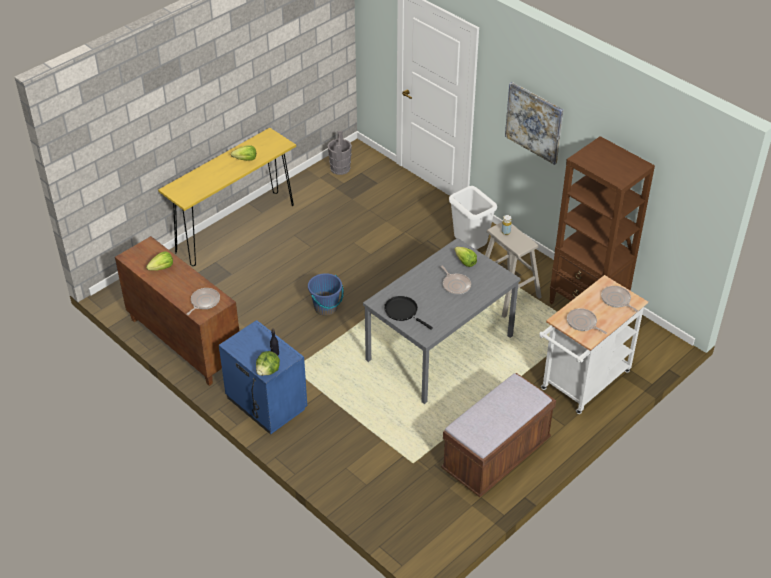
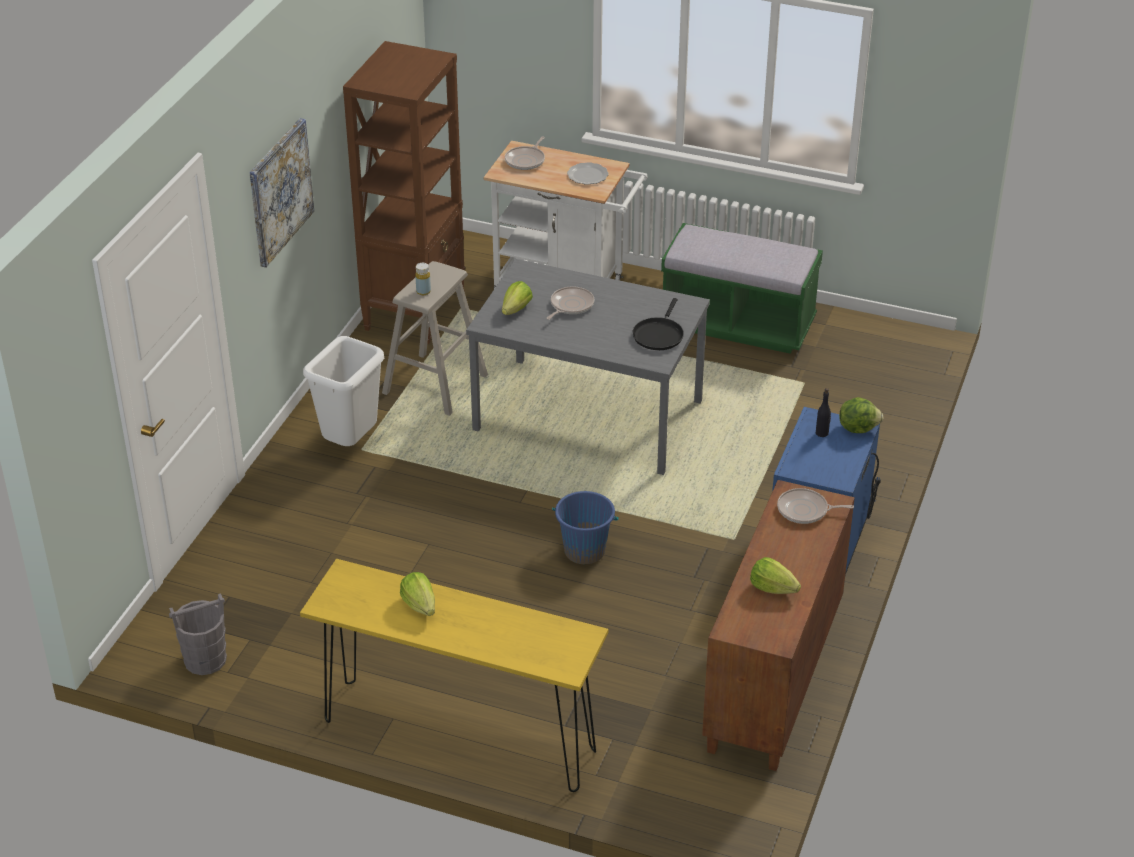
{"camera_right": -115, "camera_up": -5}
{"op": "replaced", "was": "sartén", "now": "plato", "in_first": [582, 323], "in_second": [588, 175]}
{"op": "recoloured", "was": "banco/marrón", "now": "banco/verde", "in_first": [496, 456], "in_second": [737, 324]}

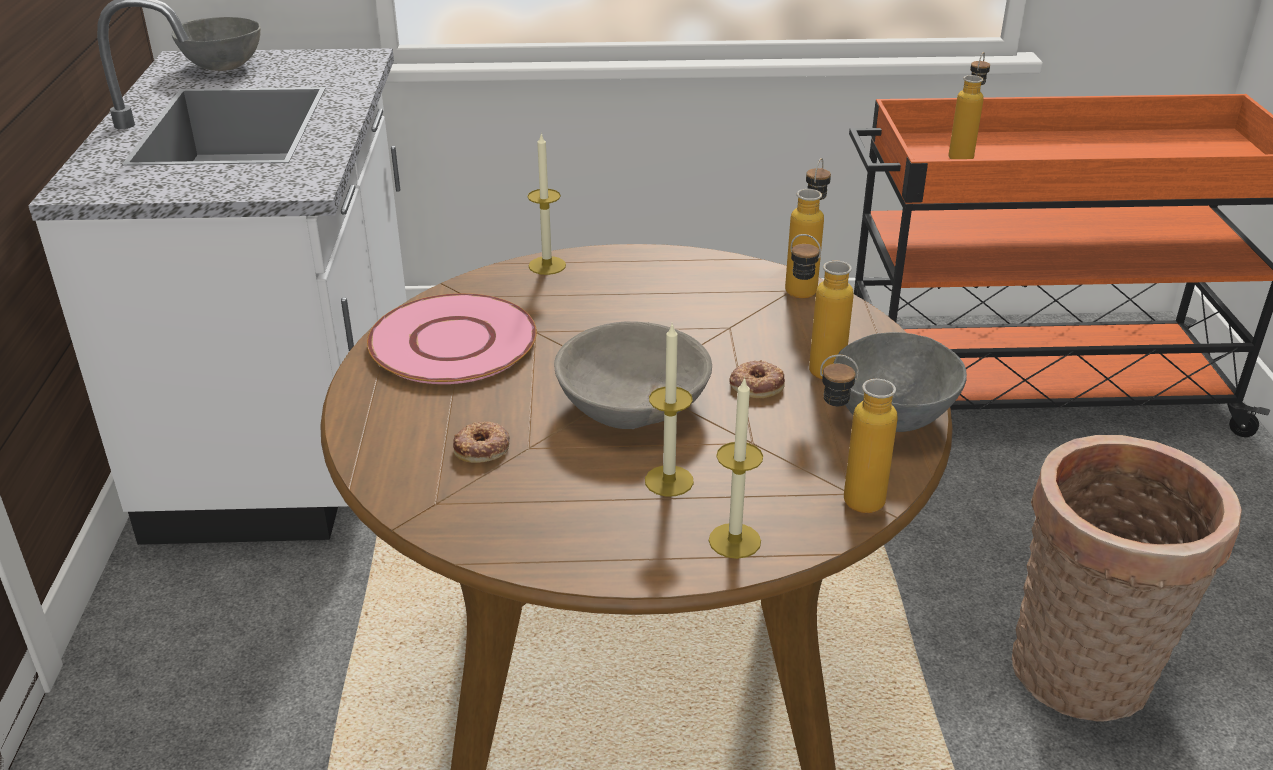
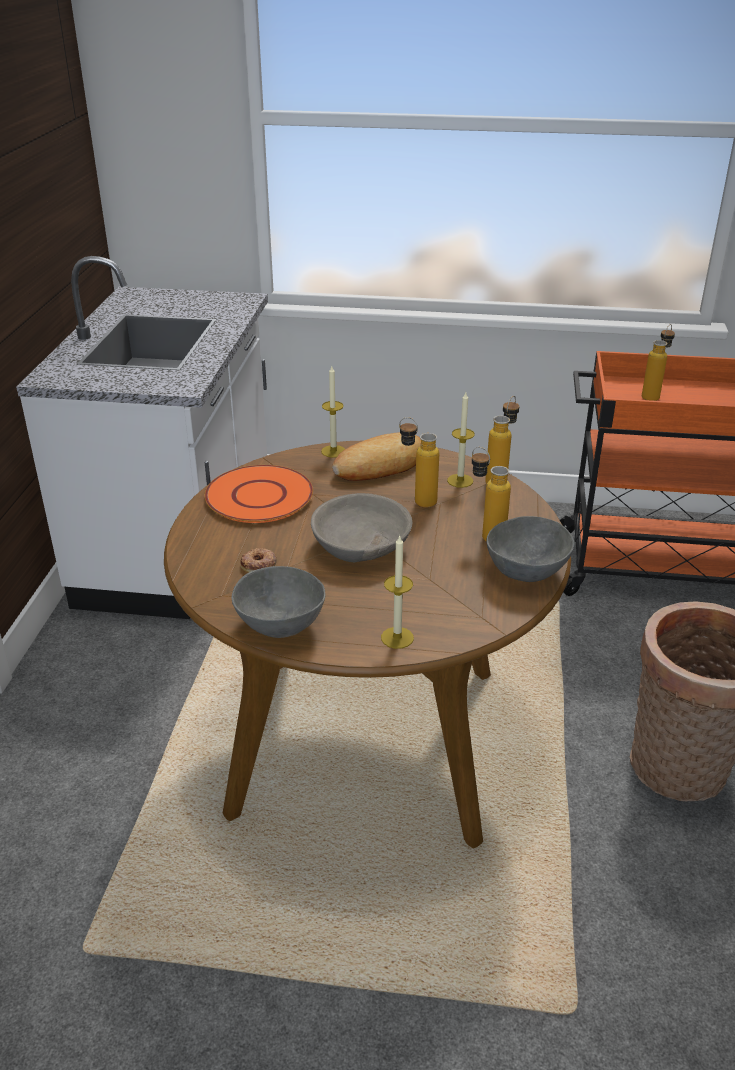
{"camera_right": 10, "camera_up": 0}
{"op": "recoloured", "was": "plato/rosa", "now": "plato/naranja", "in_first": [454, 342], "in_second": [260, 496]}
{"op": "moved", "was": "cuenco/gris", "in_first": [223, 67], "in_second": [280, 627]}
{"op": "added", "now": "pan", "in_second": [381, 465]}
{"op": "moved", "was": "botella", "in_first": [846, 499], "in_second": [416, 500]}
{"op": "moved", "was": "vela", "in_first": [669, 481], "in_second": [460, 480]}
{"op": "removed", "was": "rosquilla", "in_first": [756, 384]}

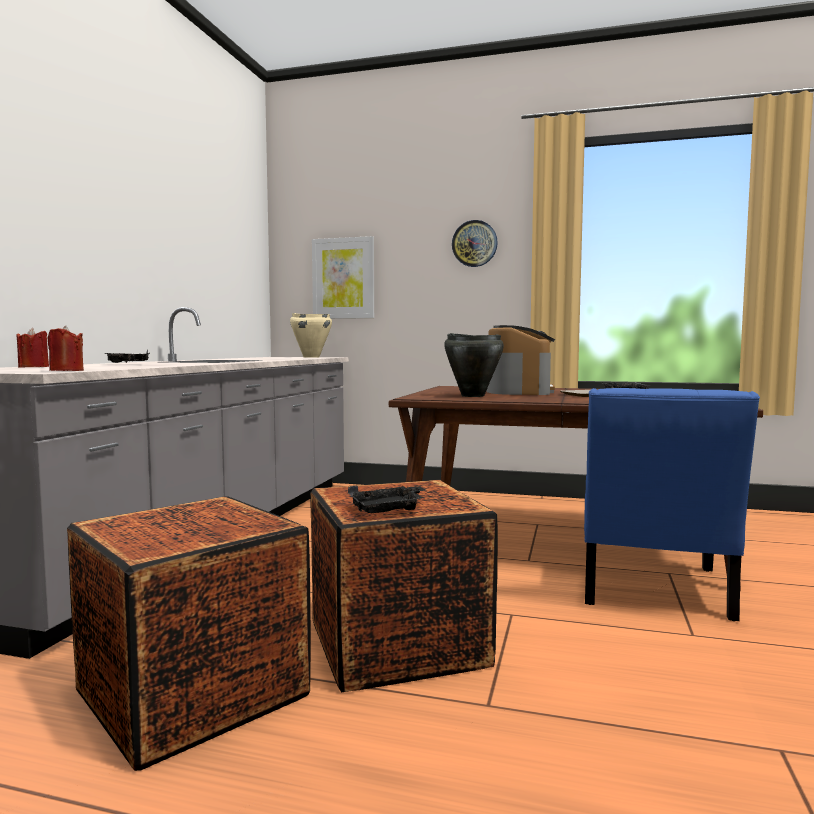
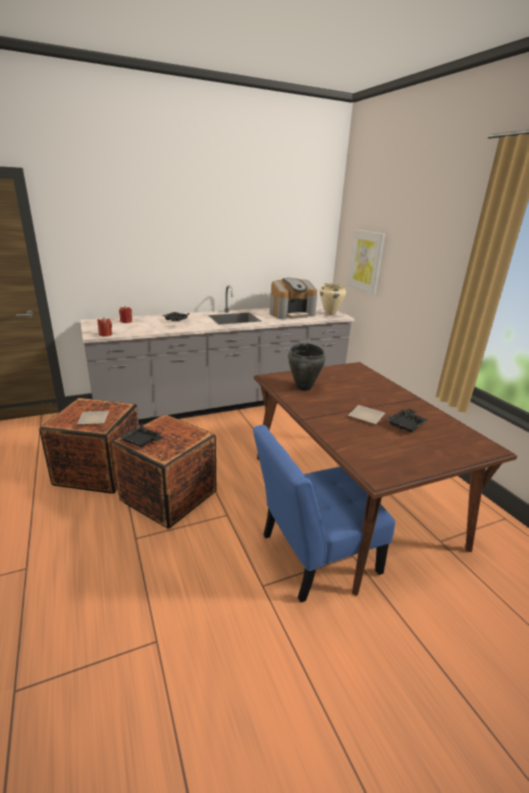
{"camera_right": 50, "camera_up": 20}
{"op": "added", "now": "plato", "in_second": [94, 419]}
{"op": "moved", "was": "cafetera", "in_first": [520, 391], "in_second": [291, 314]}
{"op": "removed", "was": "reloj de pared", "in_first": [474, 243]}

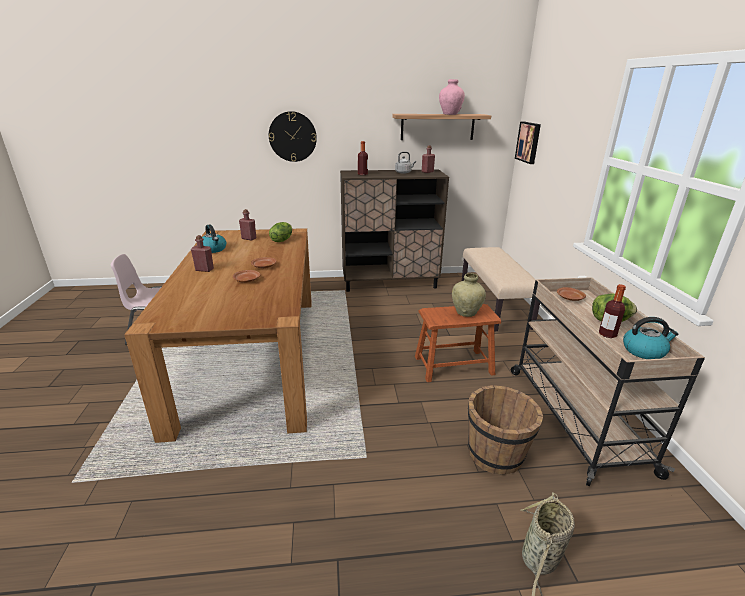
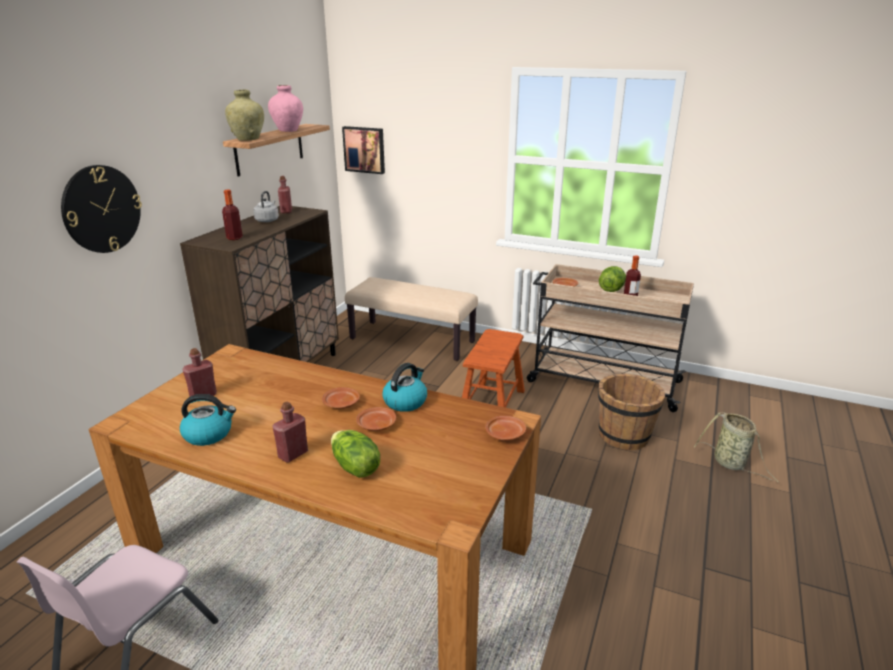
{"camera_right": -60, "camera_up": 0}
{"op": "moved", "was": "florero/beis", "in_first": [466, 313], "in_second": [248, 139]}
{"op": "moved", "was": "lechuga", "in_first": [281, 240], "in_second": [354, 467]}
{"op": "moved", "was": "hervidor", "in_first": [644, 351], "in_second": [405, 401]}
{"op": "added", "now": "plato/marrón", "in_second": [505, 434]}

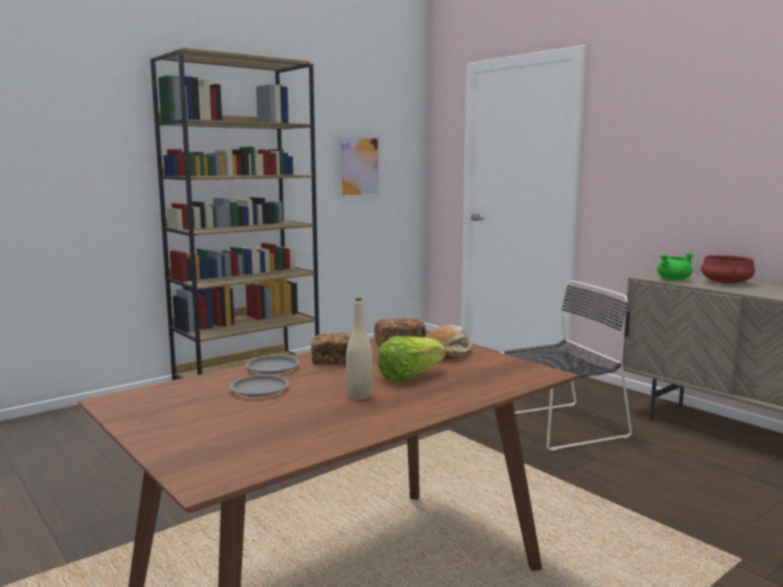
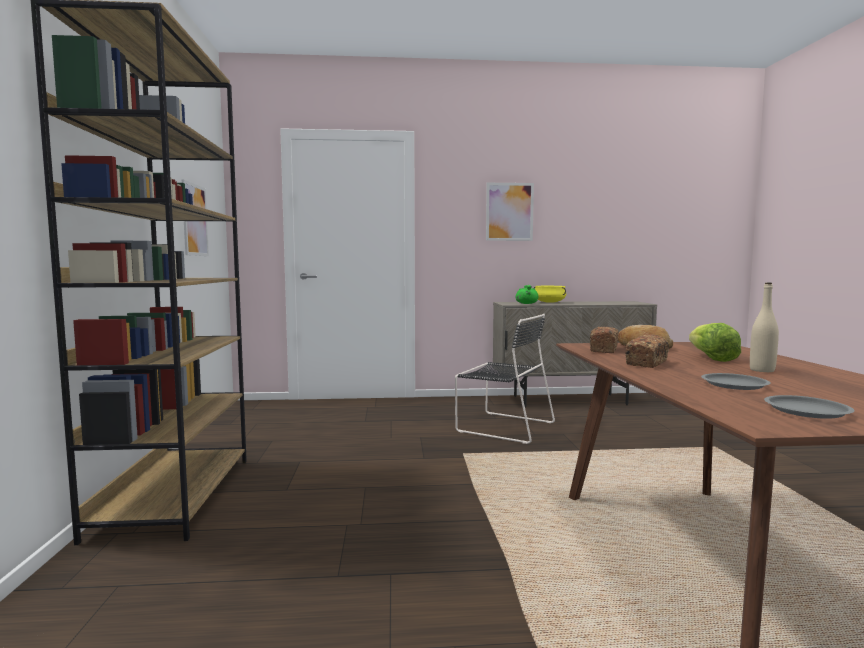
{"camera_right": -55, "camera_up": -5}
{"op": "turned", "was": "silla/negro", "in_first": [558, 426], "in_second": [502, 426], "clockwise": 105}
{"op": "added", "now": "cuadro", "in_second": [509, 212]}
{"op": "recoloured", "was": "olla/rojo", "now": "olla/amarillo", "in_first": [725, 282], "in_second": [549, 302]}
{"op": "moved", "was": "plato/gris", "in_first": [273, 368], "in_second": [806, 411]}

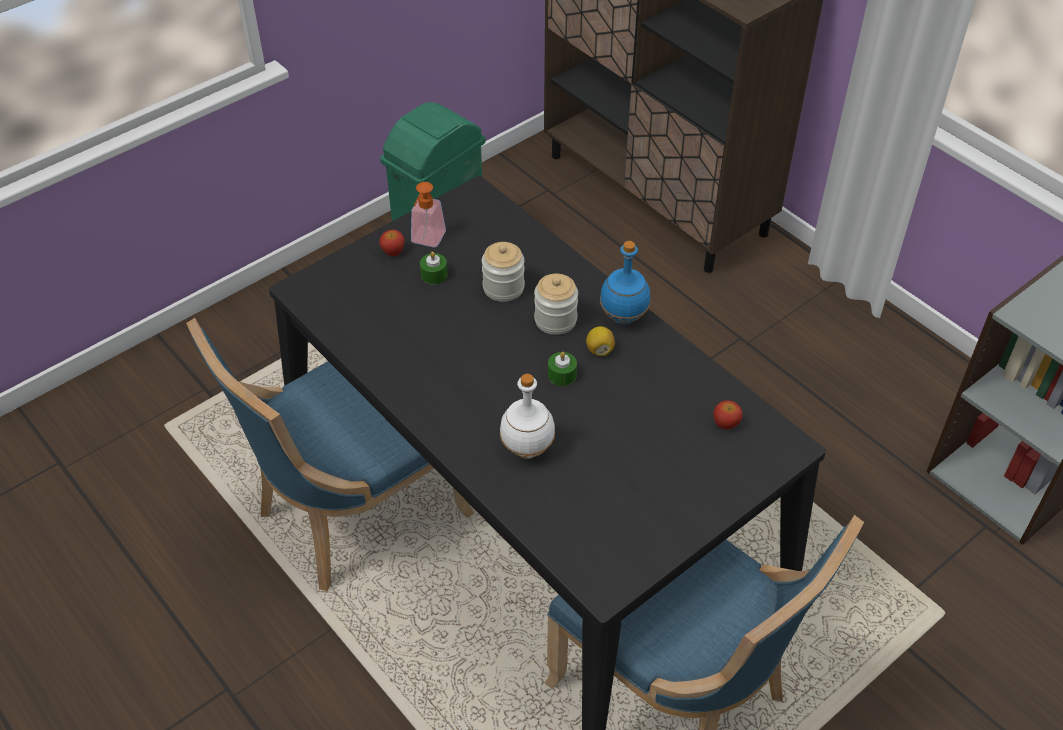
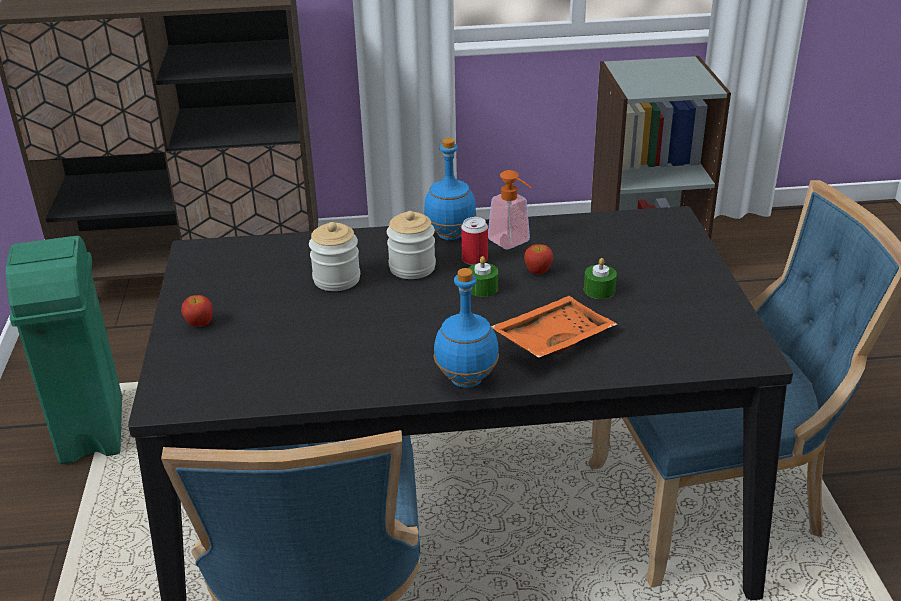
{"camera_right": -55, "camera_up": -15}
{"op": "added", "now": "botella/azul", "in_second": [466, 379]}
{"op": "replaced", "was": "limón", "now": "lata", "in_first": [599, 350], "in_second": [474, 259]}
{"op": "moved", "was": "dispensador de jabón", "in_first": [426, 241], "in_second": [513, 243]}
{"op": "replaced", "was": "botella/blanco", "now": "bandeja/naranja", "in_first": [527, 448], "in_second": [552, 338]}
{"op": "moved", "was": "manzana", "in_first": [726, 424], "in_second": [538, 271]}
{"op": "moved", "was": "vela/verde", "in_first": [434, 275], "in_second": [599, 290]}

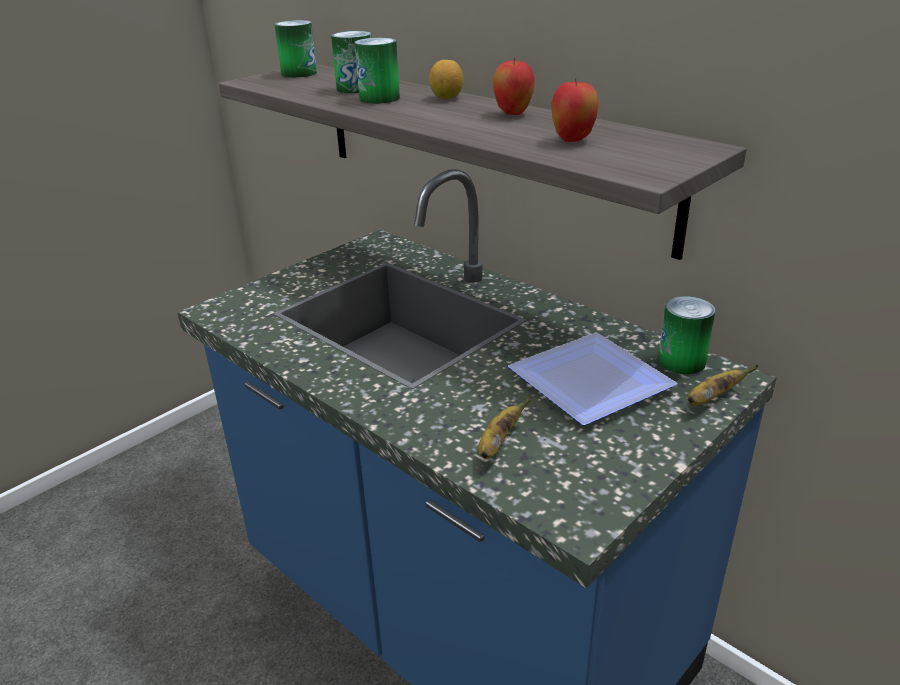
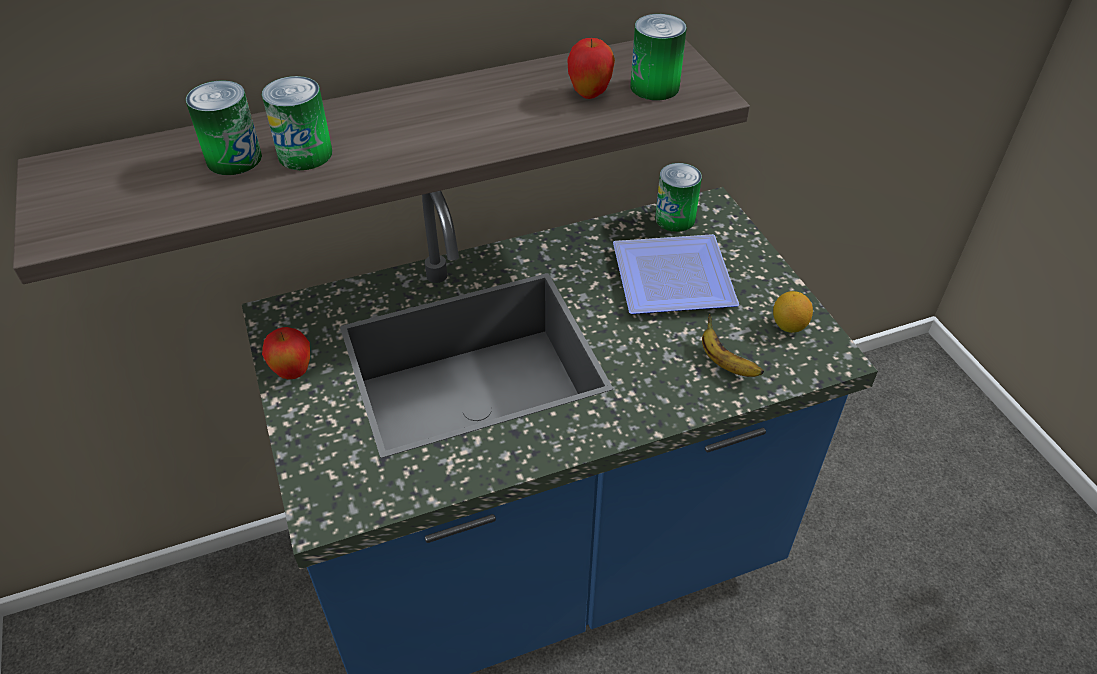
{"camera_right": -65, "camera_up": 15}
{"op": "moved", "was": "manzana", "in_first": [513, 114], "in_second": [293, 372]}
{"op": "moved", "was": "lata", "in_first": [299, 73], "in_second": [654, 87]}
{"op": "moved", "was": "limón", "in_first": [446, 97], "in_second": [788, 326]}
{"op": "removed", "was": "plátano", "in_first": [712, 398]}

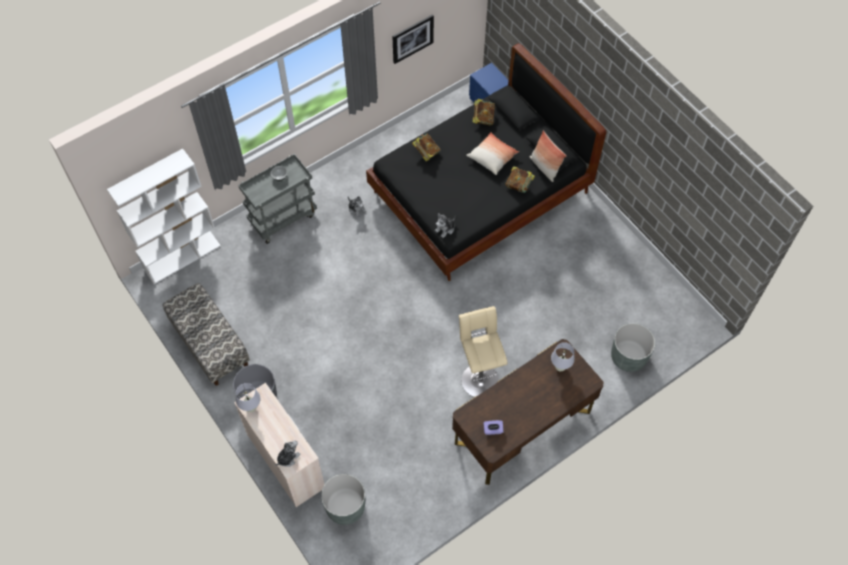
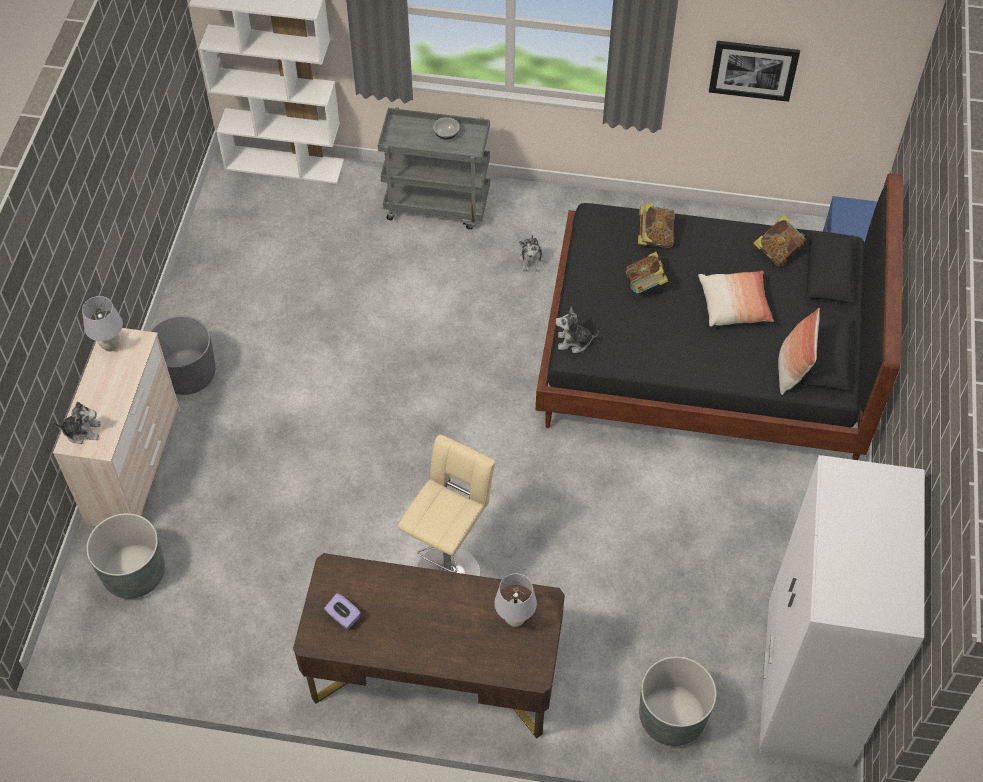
{"camera_right": 45, "camera_up": -5}
{"op": "moved", "was": "libro", "in_first": [519, 185], "in_second": [645, 285]}
{"op": "added", "now": "armario ropero/blanco", "in_second": [807, 684]}
{"op": "removed", "was": "banco", "in_first": [210, 344]}

